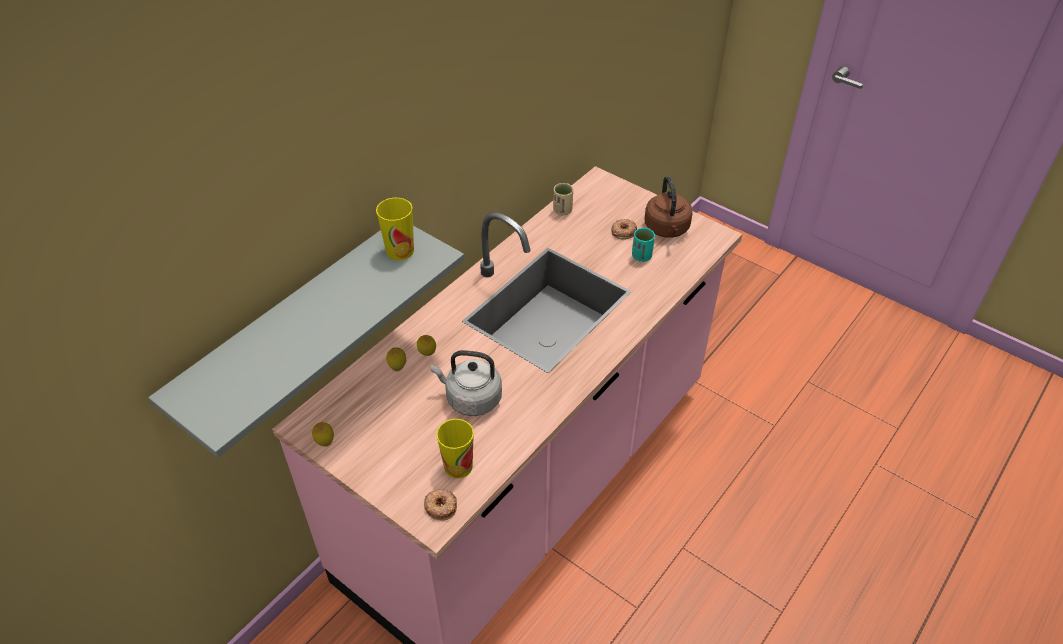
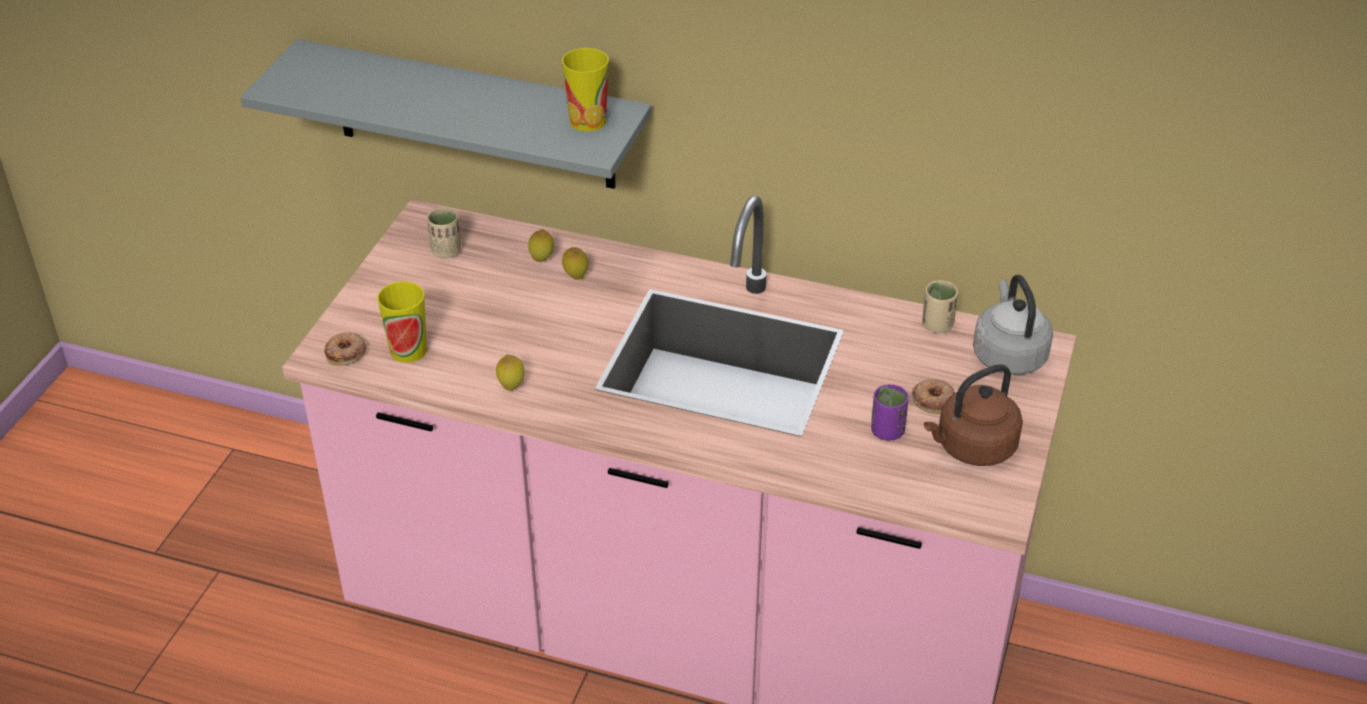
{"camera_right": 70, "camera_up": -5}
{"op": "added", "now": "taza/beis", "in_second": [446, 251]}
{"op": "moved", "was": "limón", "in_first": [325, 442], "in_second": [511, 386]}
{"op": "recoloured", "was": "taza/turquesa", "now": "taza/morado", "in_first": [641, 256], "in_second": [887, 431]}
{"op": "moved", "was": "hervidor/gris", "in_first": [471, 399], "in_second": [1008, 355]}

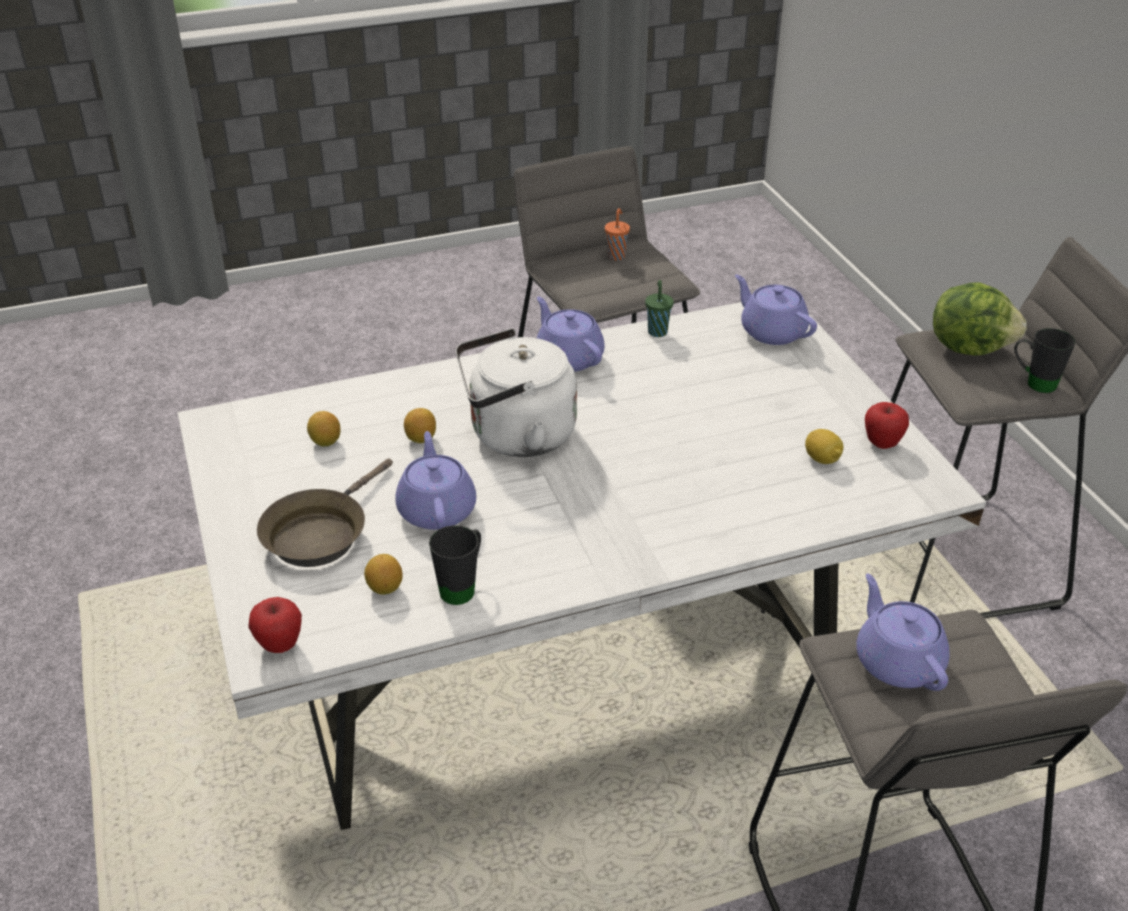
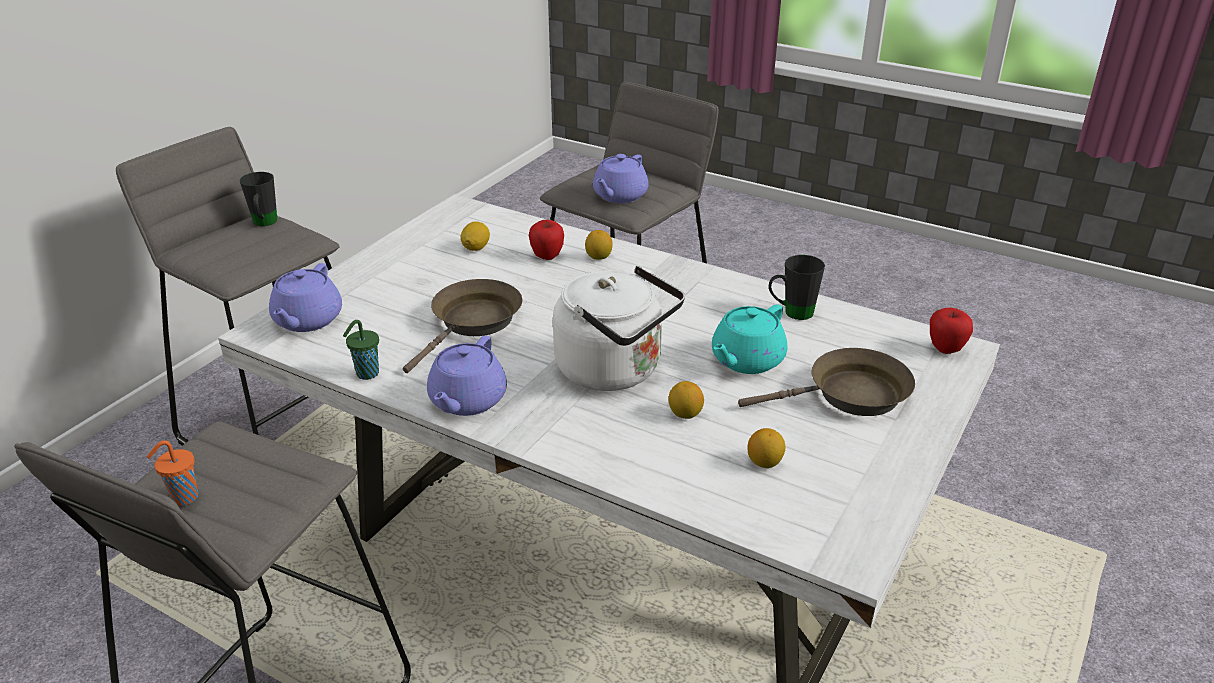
{"camera_right": -130, "camera_up": -5}
{"op": "added", "now": "sartén/marrón", "in_second": [473, 323]}
{"op": "moved", "was": "manzana", "in_first": [882, 443], "in_second": [547, 257]}
{"op": "moved", "was": "limón", "in_first": [385, 588], "in_second": [598, 257]}
{"op": "recoloured", "was": "tetera/morado", "now": "tetera/turquesa", "in_first": [437, 509], "in_second": [746, 360]}
{"op": "removed", "was": "lechuga", "in_first": [969, 347]}

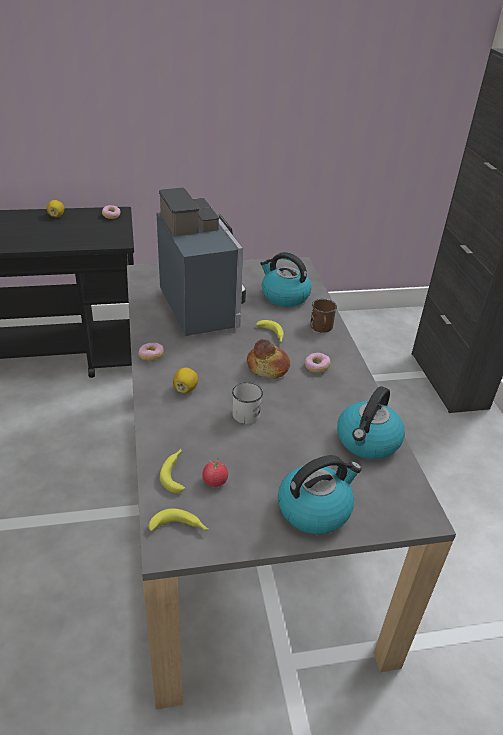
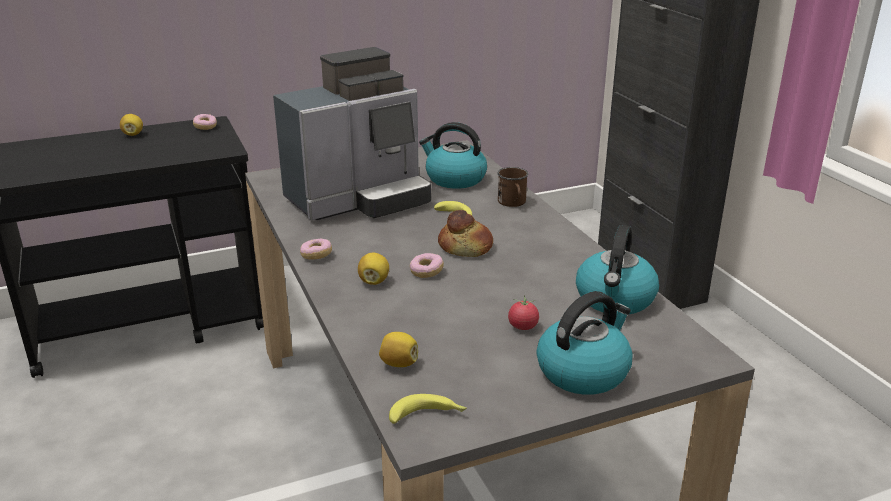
{"camera_right": -10, "camera_up": -10}
{"op": "turned", "was": "cafetera", "in_first": [203, 306], "in_second": [360, 200], "clockwise": 90}
{"op": "replaced", "was": "plátano", "now": "limón", "in_first": [176, 473], "in_second": [399, 363]}
{"op": "moved", "was": "rosquilla", "in_first": [316, 367], "in_second": [426, 272]}
{"op": "moved", "was": "tomate", "in_first": [215, 481], "in_second": [523, 326]}
{"op": "removed", "was": "taza grande/blanco", "in_first": [247, 411]}

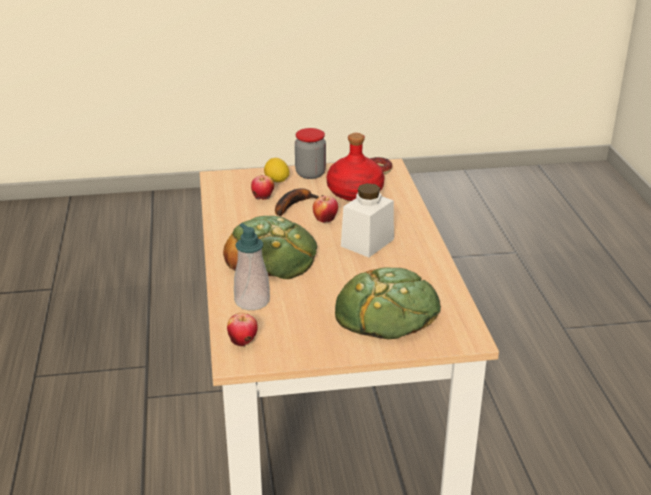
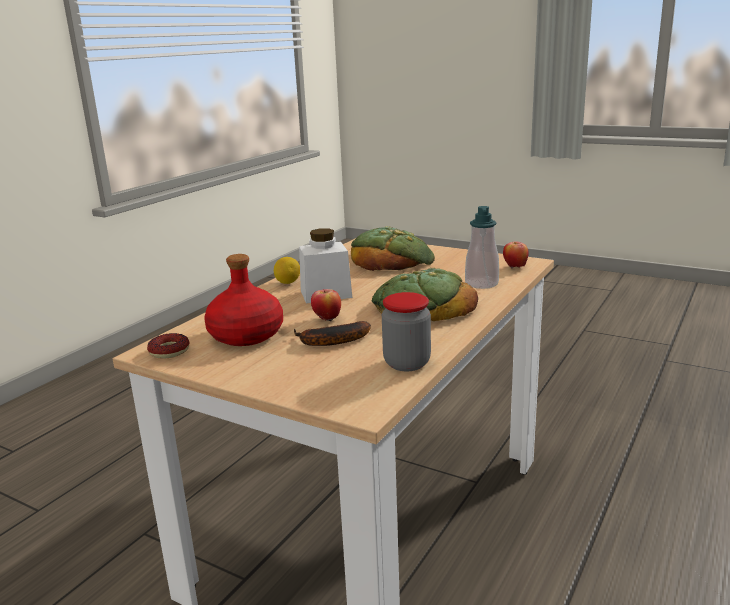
{"camera_right": -140, "camera_up": -10}
{"op": "moved", "was": "limón", "in_first": [276, 181], "in_second": [288, 283]}
{"op": "moved", "was": "tarro", "in_first": [310, 174], "in_second": [407, 363]}
{"op": "removed", "was": "manzana", "in_first": [263, 199]}

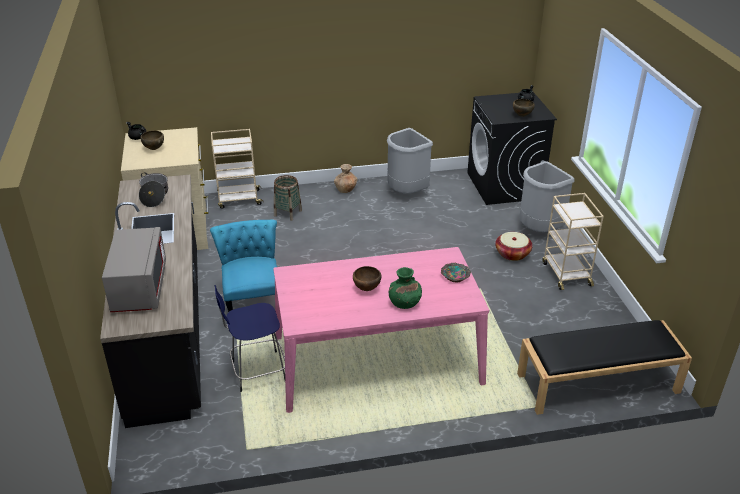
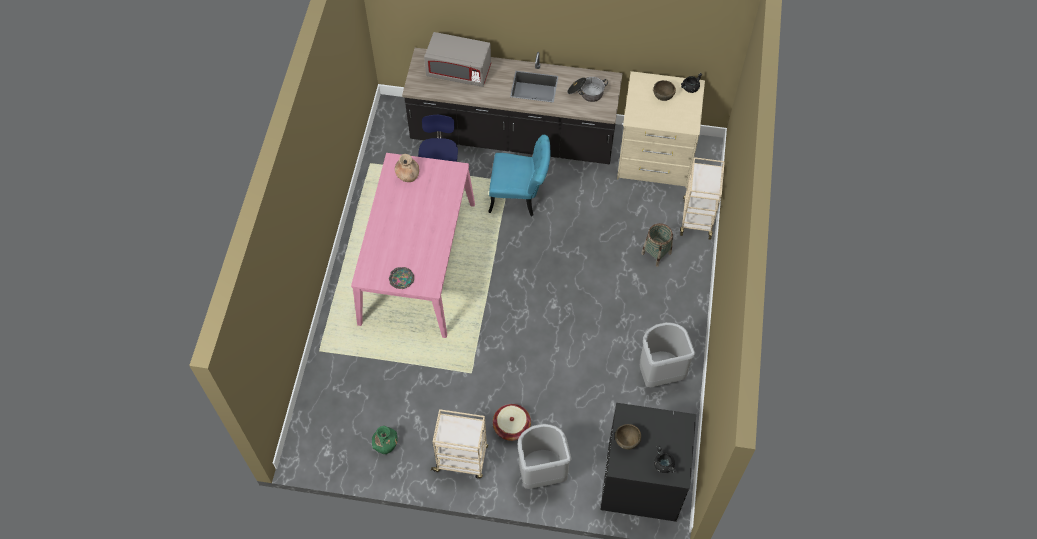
{"camera_right": 110, "camera_up": 25}
{"op": "moved", "was": "florero/verde", "in_first": [404, 303], "in_second": [385, 444]}
{"op": "moved", "was": "florero/marrón", "in_first": [346, 189], "in_second": [408, 176]}
{"op": "removed", "was": "cuenco/marrón", "in_first": [366, 289]}
{"op": "removed", "was": "banco/negro", "in_first": [597, 384]}

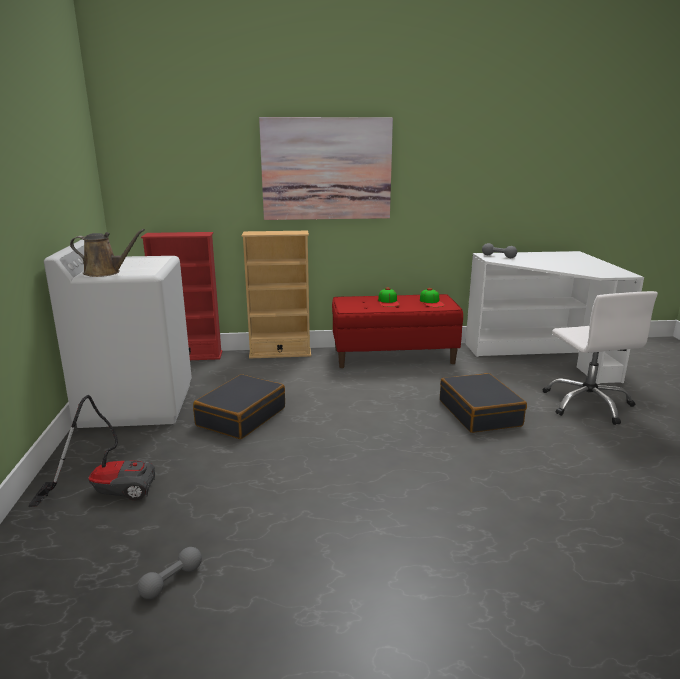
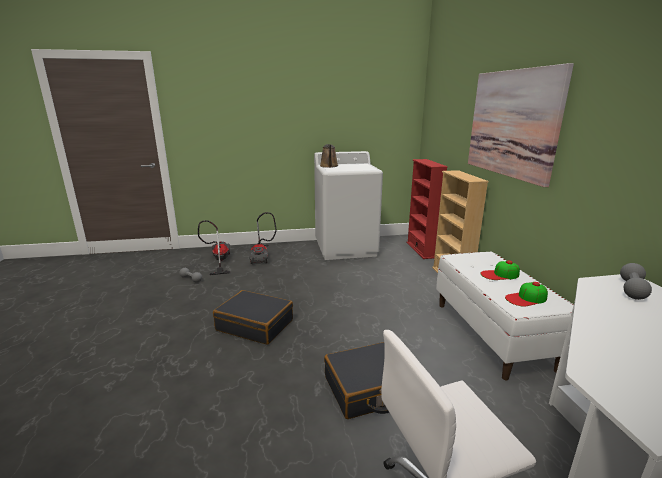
{"camera_right": 85, "camera_up": 0}
{"op": "added", "now": "aspiradora", "in_second": [219, 261]}
{"op": "moved", "was": "maleta/negro", "in_first": [241, 416], "in_second": [255, 325]}
{"op": "recoloured", "was": "banco/rojo", "now": "banco/blanco", "in_first": [393, 356], "in_second": [492, 334]}

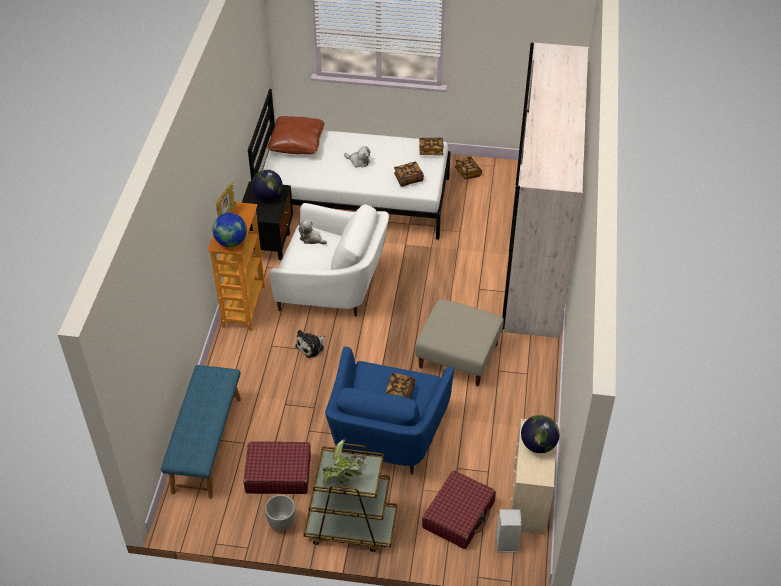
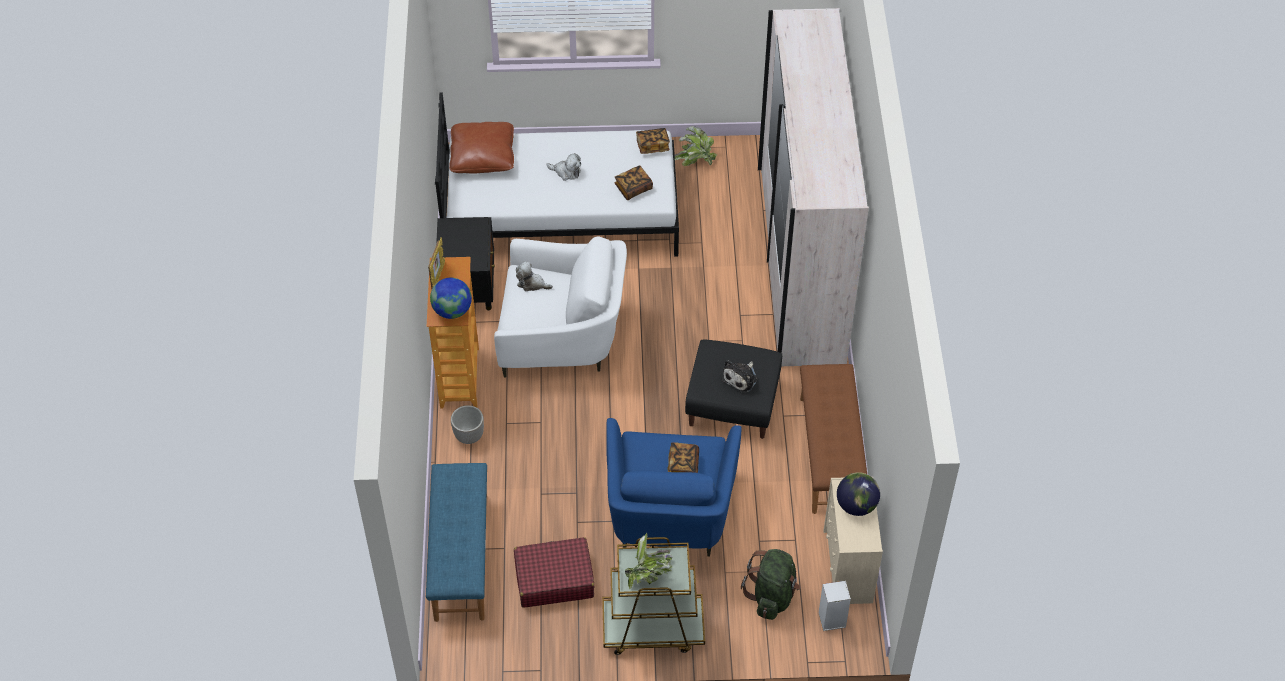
{"camera_right": -10, "camera_up": 5}
{"op": "moved", "was": "maceta", "in_first": [282, 523], "in_second": [469, 436]}
{"op": "replaced", "was": "libro", "now": "planta en maceta", "in_first": [467, 172], "in_second": [695, 160]}
{"op": "recoloured", "was": "puf/beis", "now": "puf/negro", "in_first": [459, 355], "in_second": [733, 404]}
{"op": "moved", "was": "peluche", "in_first": [311, 347], "in_second": [741, 378]}
{"op": "replaced", "was": "maleta/rojo", "now": "mochila/verde", "in_first": [459, 515], "in_second": [772, 595]}
{"op": "added", "now": "banco/marrón", "in_second": [830, 454]}
{"op": "removed", "was": "globo terráqueo", "in_first": [268, 196]}

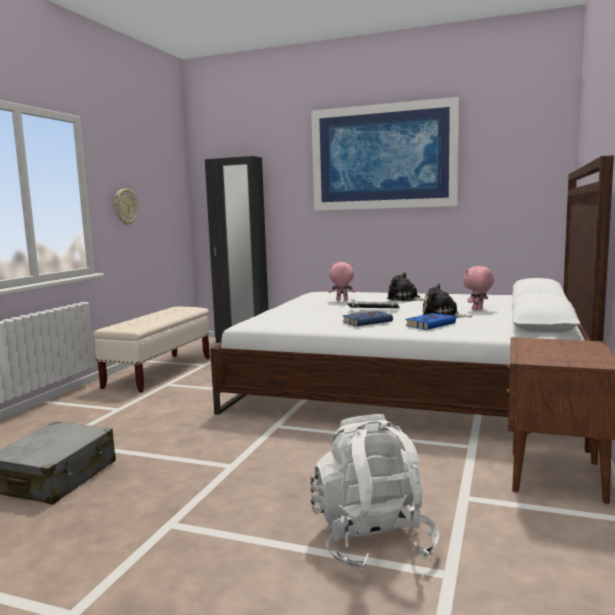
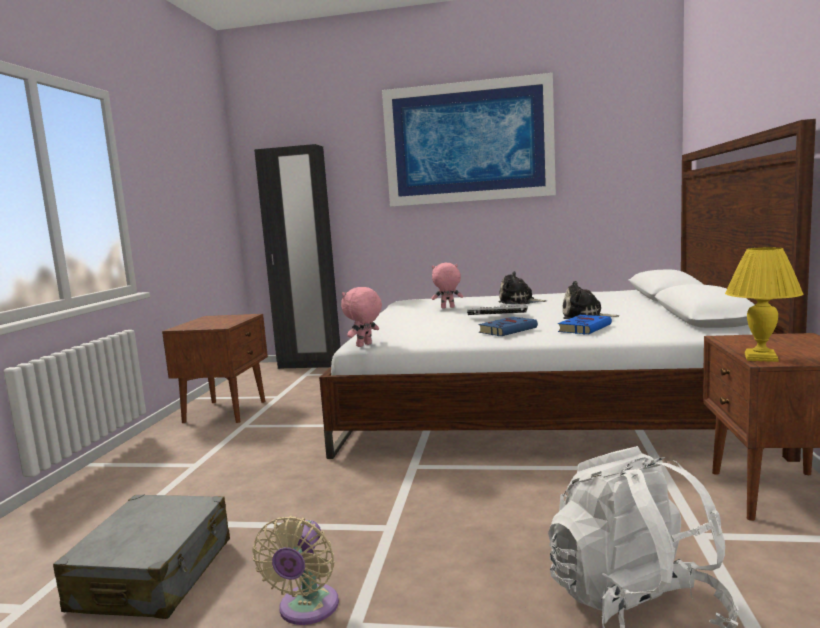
{"camera_right": -10, "camera_up": 0}
{"op": "replaced", "was": "banco/beis", "now": "mesita de noche/marrón", "in_first": [159, 372], "in_second": [226, 411]}
{"op": "added", "now": "ventilador/beis", "in_second": [306, 610]}
{"op": "moved", "was": "peluche/rosa", "in_first": [478, 309], "in_second": [364, 345]}
{"op": "added", "now": "lámpara de mesa/amarillo", "in_second": [761, 358]}
{"op": "removed", "was": "reloj de pared", "in_first": [125, 206]}

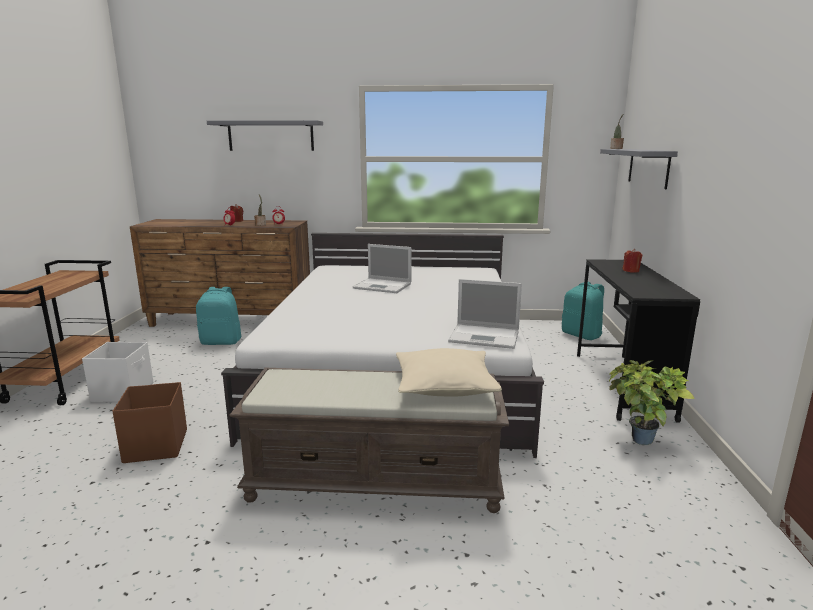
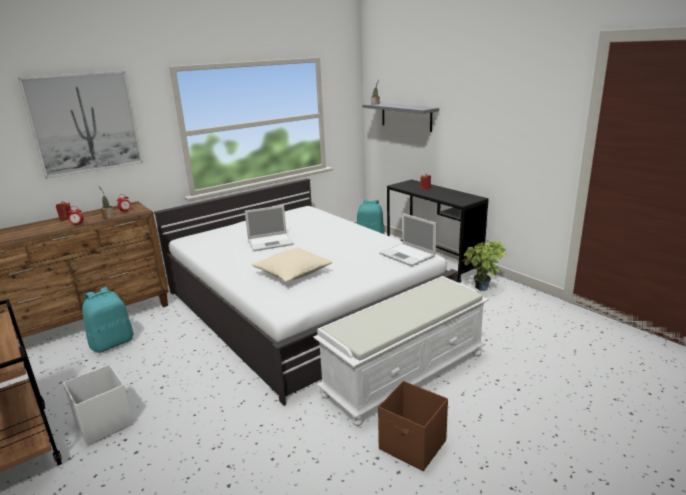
{"camera_right": -40, "camera_up": 5}
{"op": "replaced", "was": "estante/gris", "now": "cuadro", "in_first": [270, 136], "in_second": [85, 123]}
{"op": "moved", "was": "cojín/beis", "in_first": [445, 386], "in_second": [293, 273]}
{"op": "recoloured", "was": "banco/marrón", "now": "banco/blanco", "in_first": [376, 481], "in_second": [405, 373]}
{"op": "moved", "was": "caja de almacenaje/marrón", "in_first": [155, 446], "in_second": [413, 446]}
{"op": "turned", "was": "portátil", "in_first": [486, 336], "in_second": [408, 255], "clockwise": 75}

